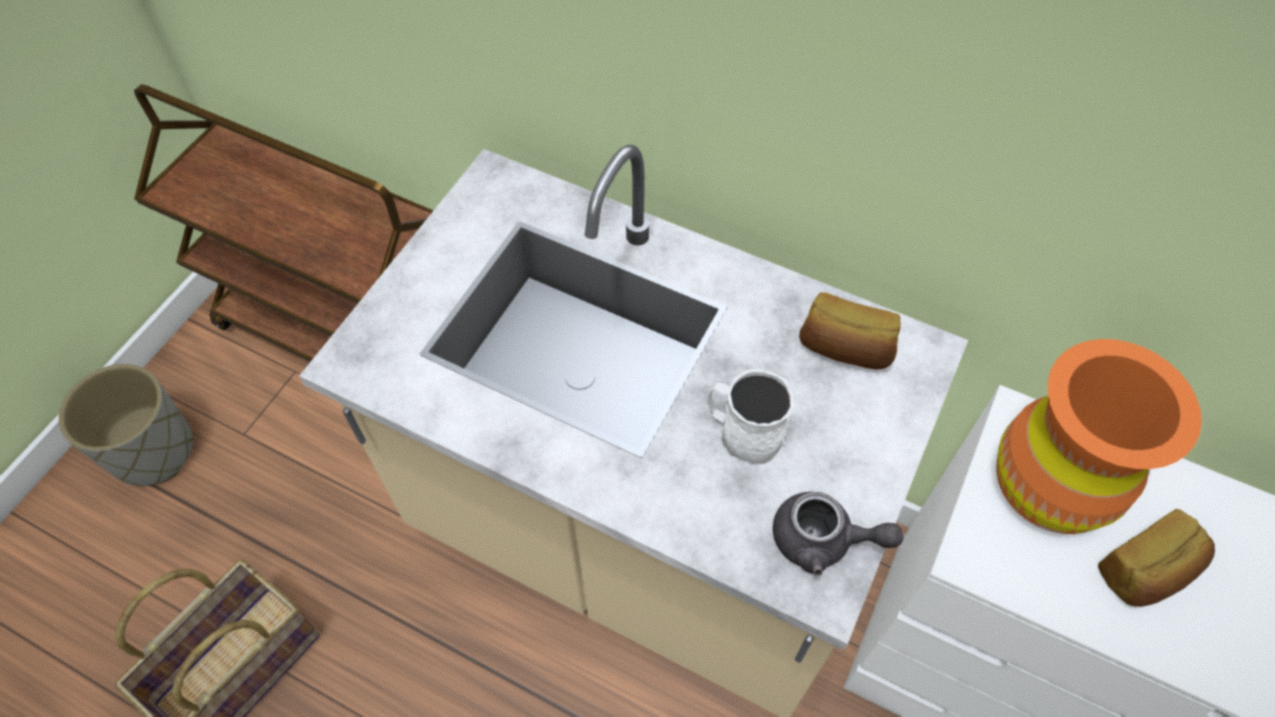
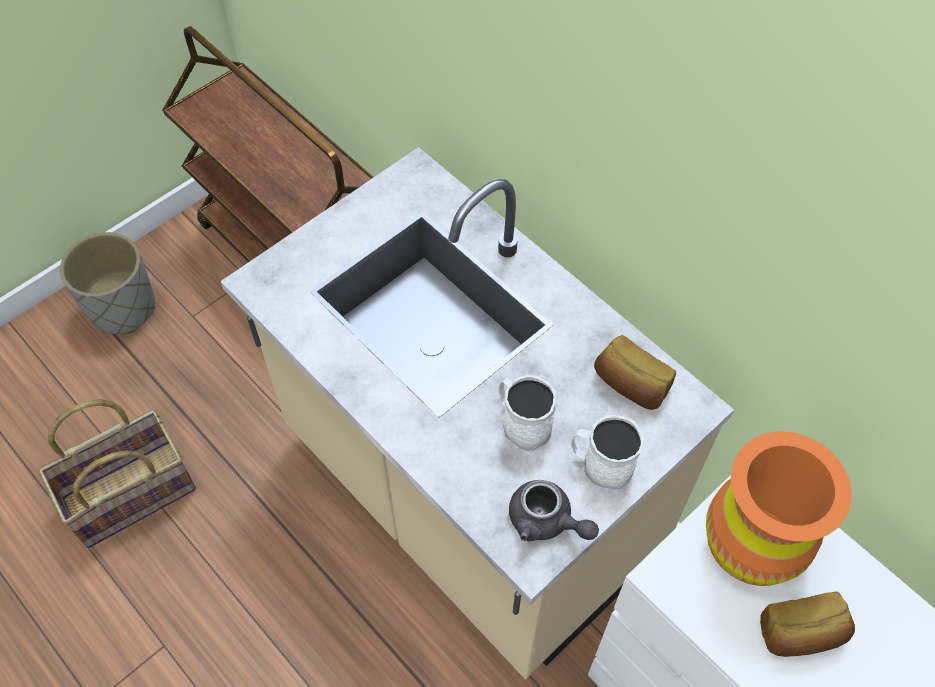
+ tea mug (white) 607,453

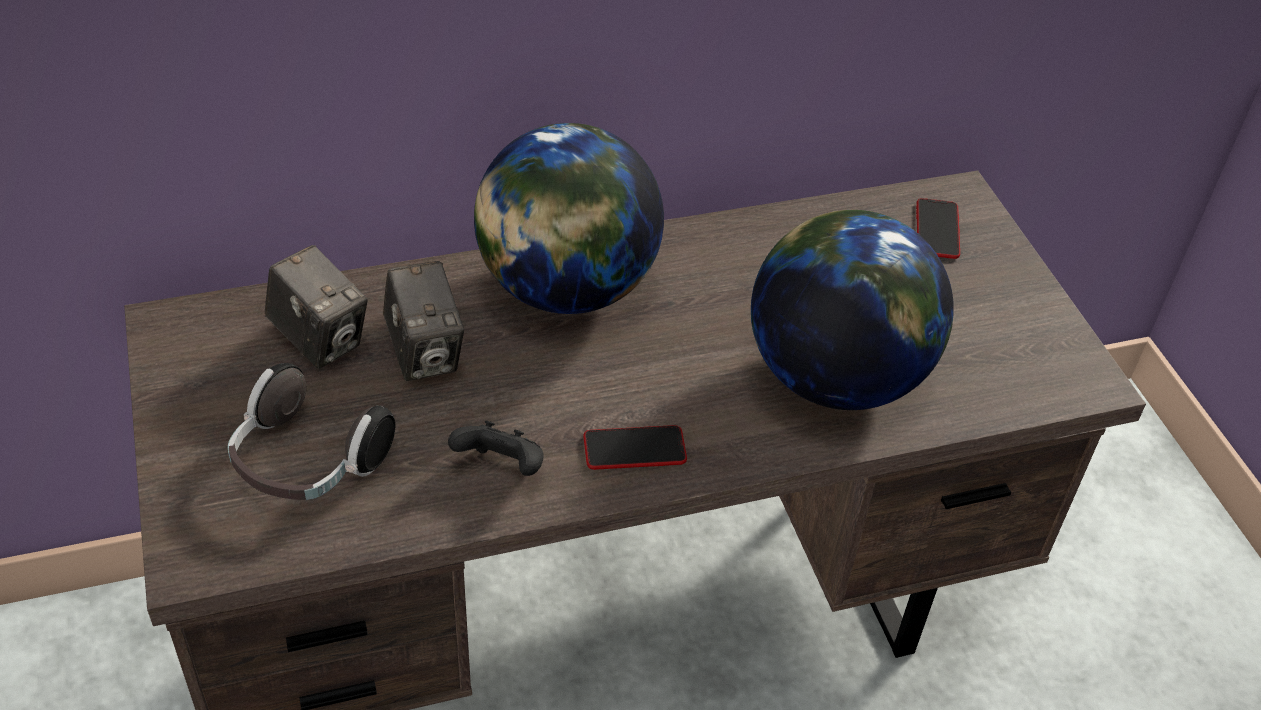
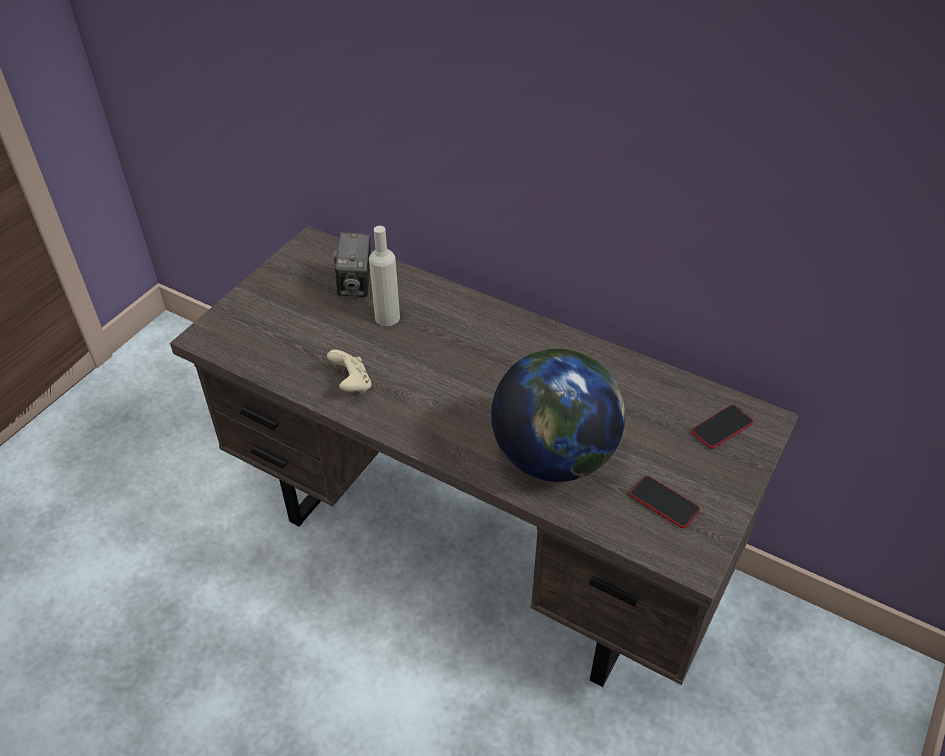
- headset 311,431
- desk globe 569,218
~ handset 635,447 to 665,502
~ photo camera 423,321 to bottle (beige) 384,276
~ gamepad (black) 496,448 to gamepad (beige) 349,371

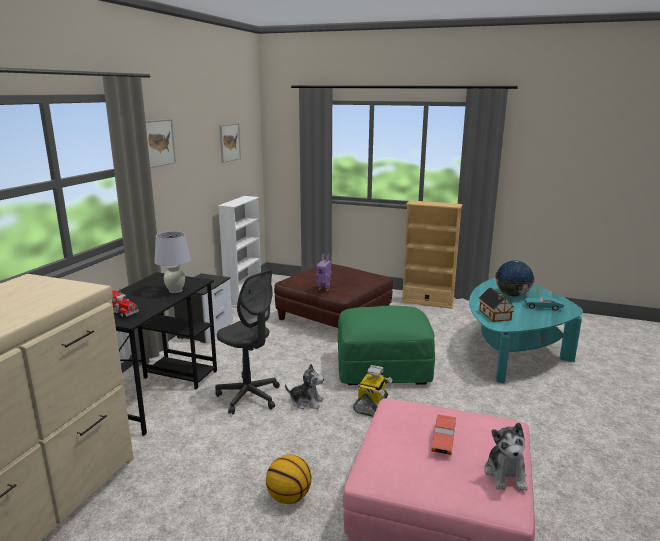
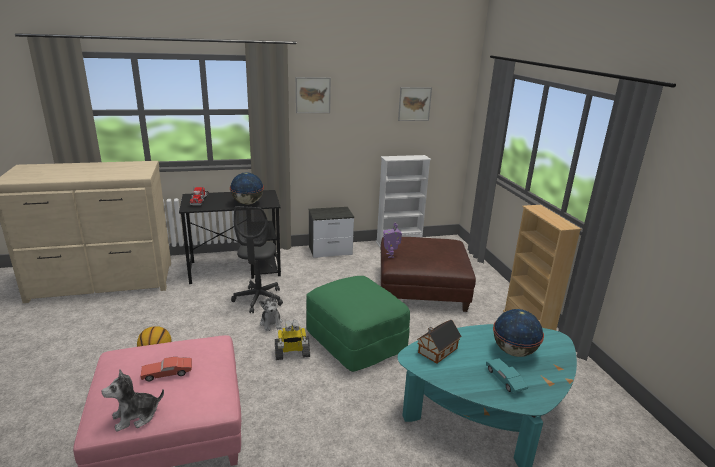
~ tabletop lamp (white) 172,262 to desk globe 247,188

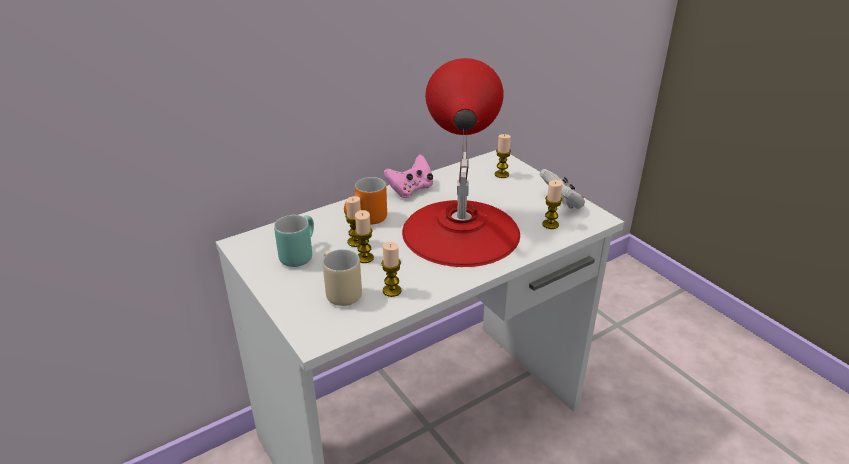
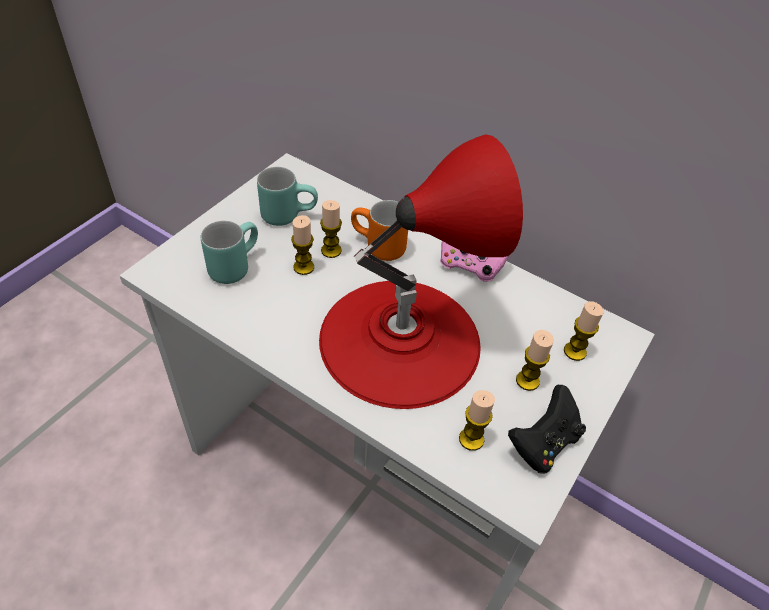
~ wax light 391,269 to 535,360
~ tea mug (beige) 342,277 to tea mug (turquoise) 229,252
~ gamepad (white) 562,189 to gamepad (black) 547,429

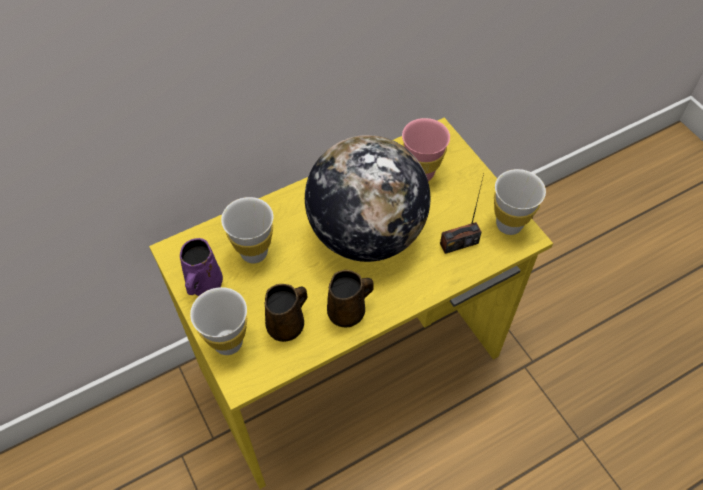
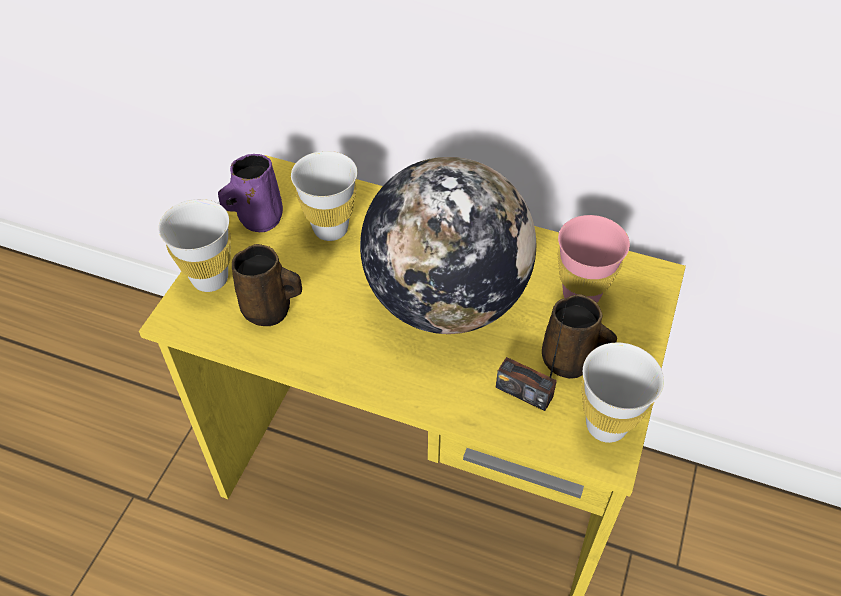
~ tea mug (brownish) 350,298 to 579,336

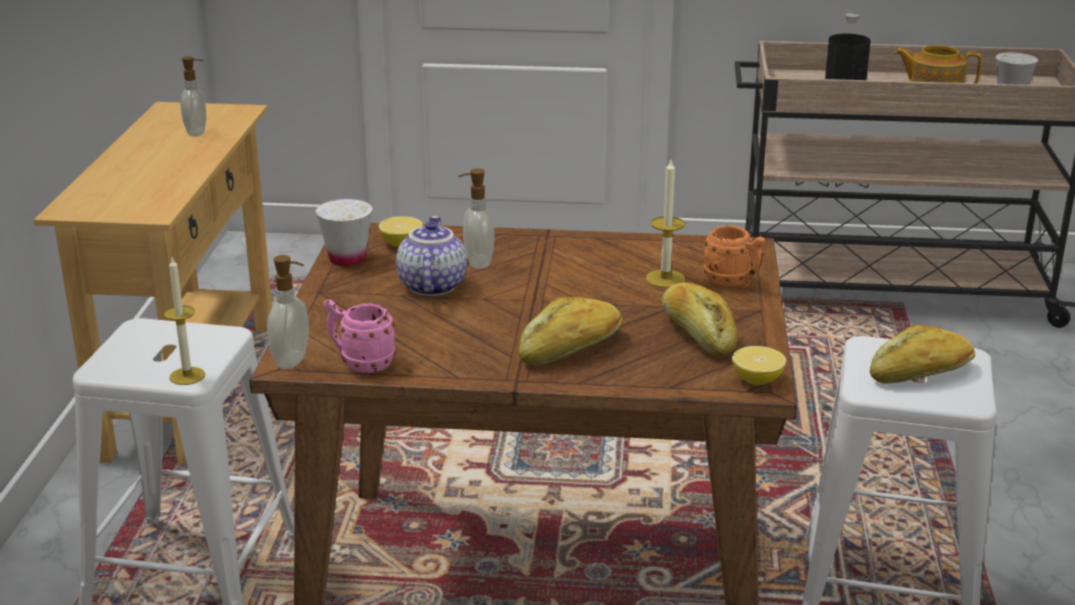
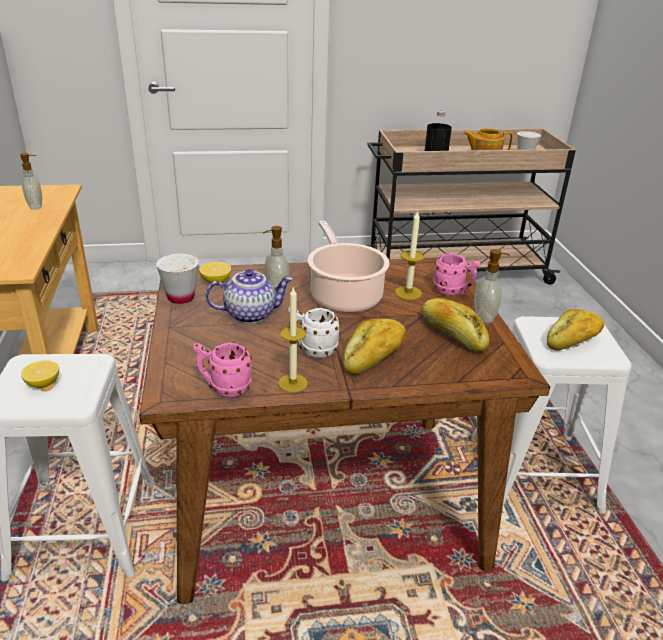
+ tea mug (white) 314,332
+ cooking pot 349,267
~ wax light 184,321 to 293,340
~ liquid soap bottle 288,312 to 492,286
~ lemon 759,365 to 40,374
~ tea mug (orange) 734,256 to tea mug (pink-coloured) 456,274
~ pot for tea 431,256 = 249,296 90 degrees clockwise

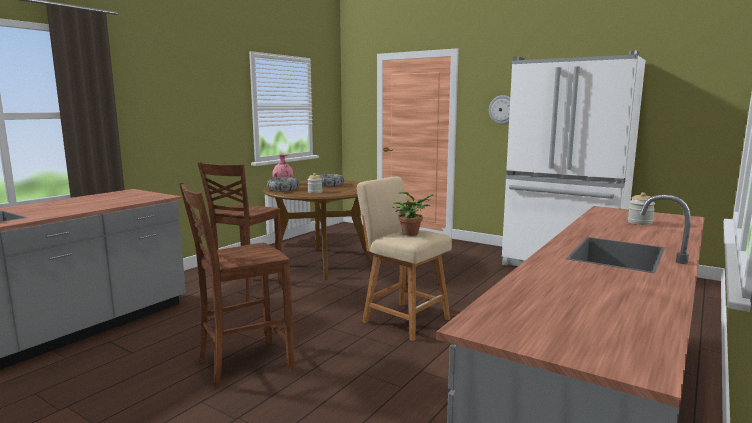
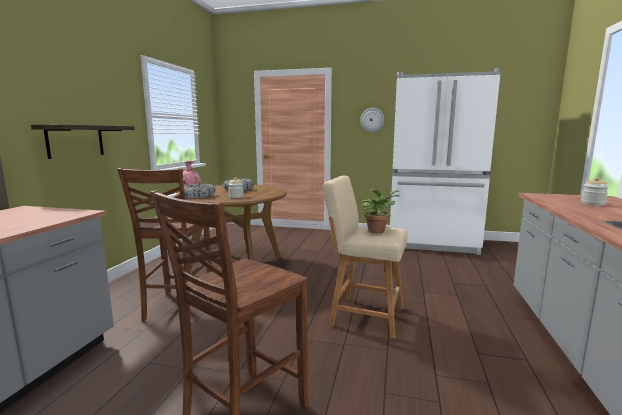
+ shelf 83,142

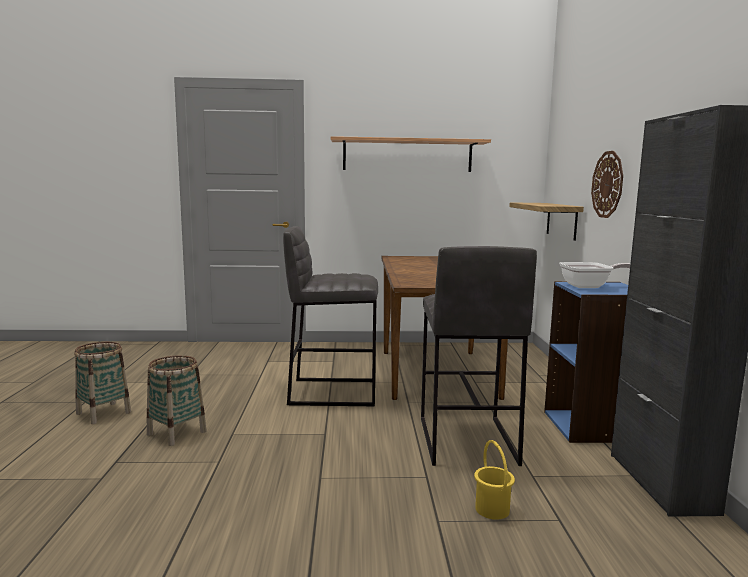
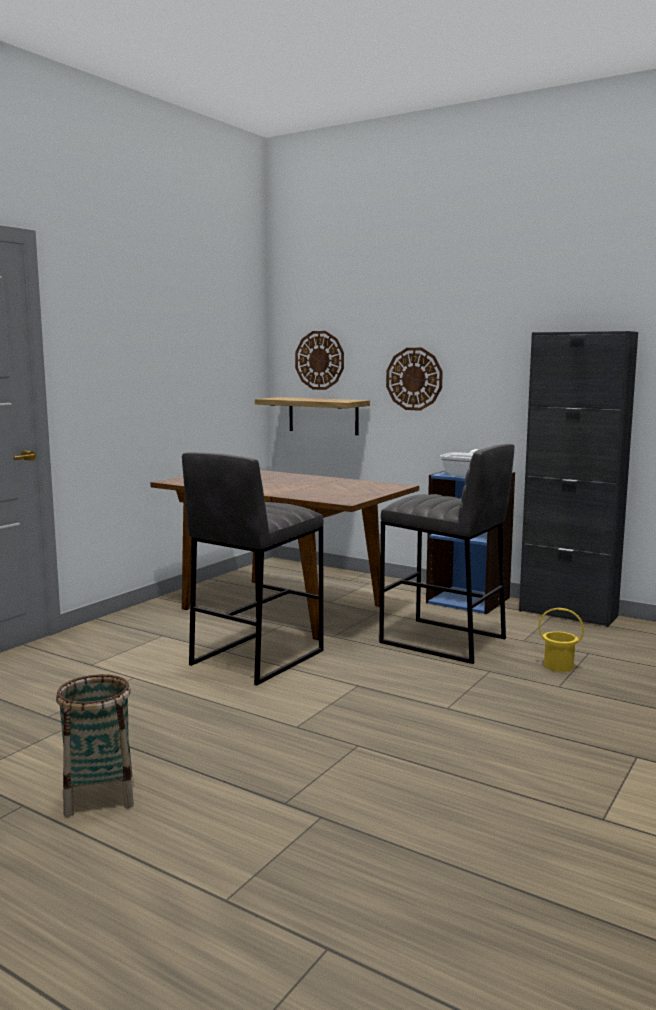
- household basket 177,400
- shelf 411,154
+ hanging clock 319,360

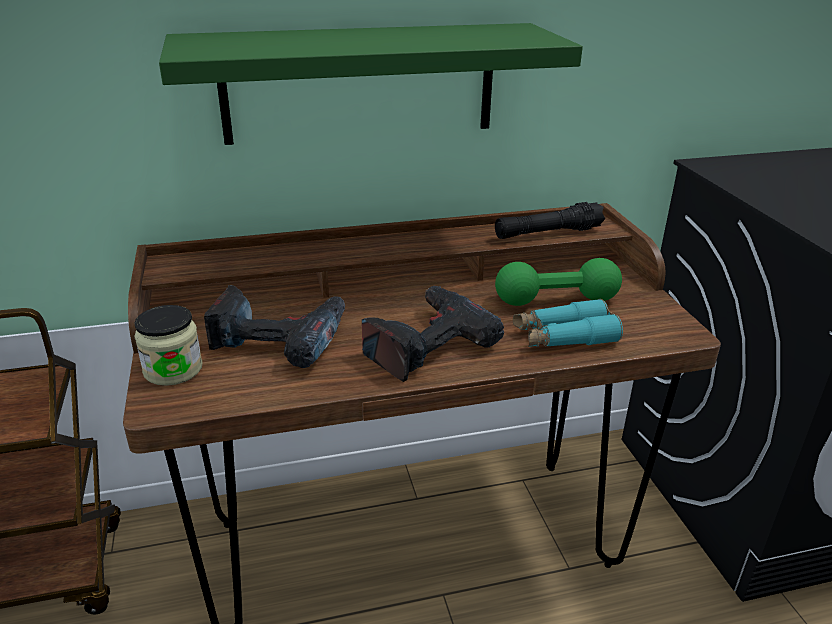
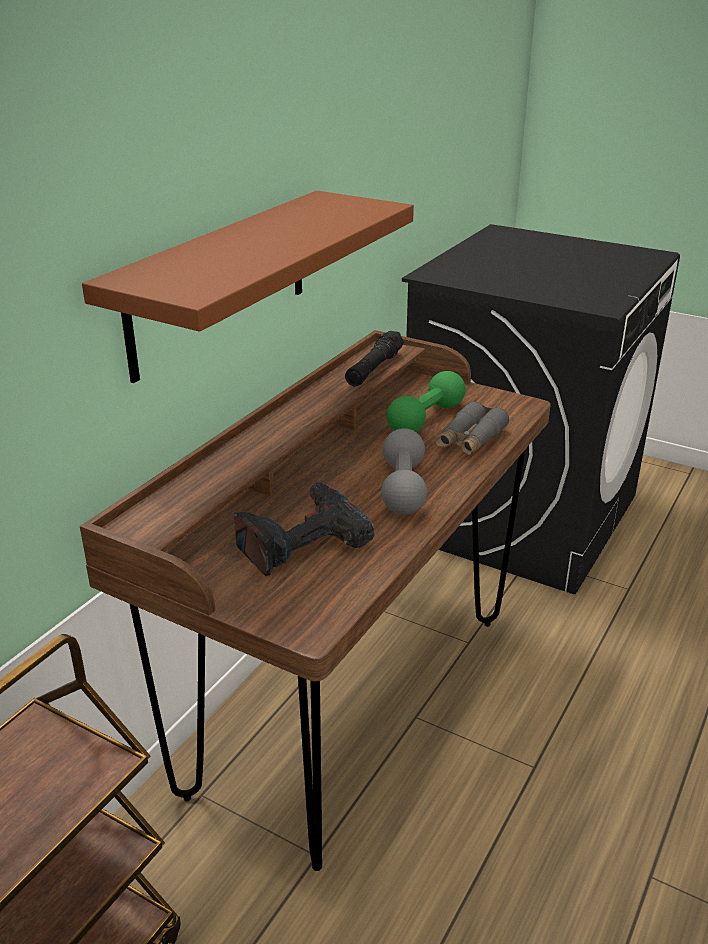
- jar 168,345
~ drill 433,334 to hand weight (grey) 404,471
~ shelf (green-coloured) 371,84 to shelf (brownish) 248,287
~ binoculars (turquoise) 568,323 to binoculars (grey) 472,428

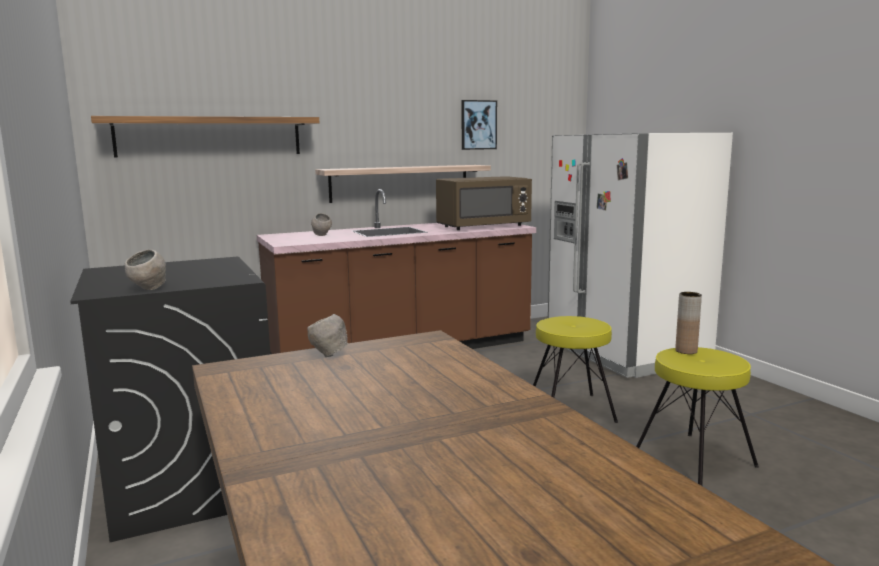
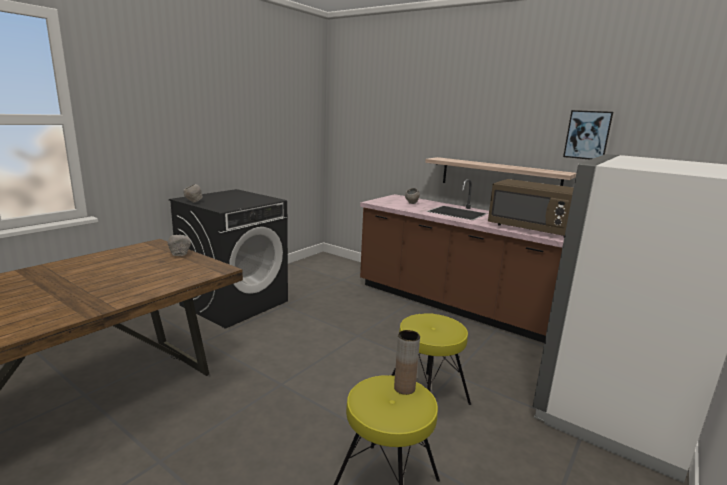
- shelf 205,136

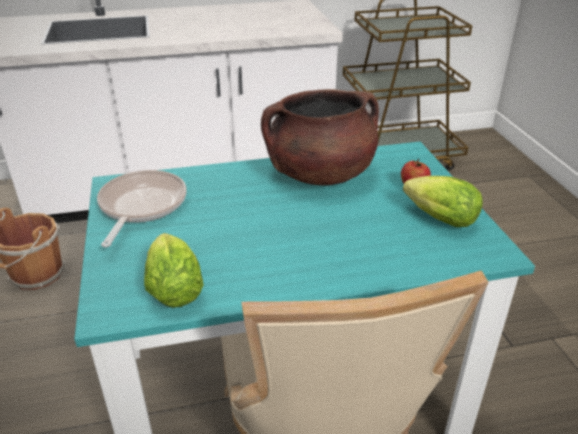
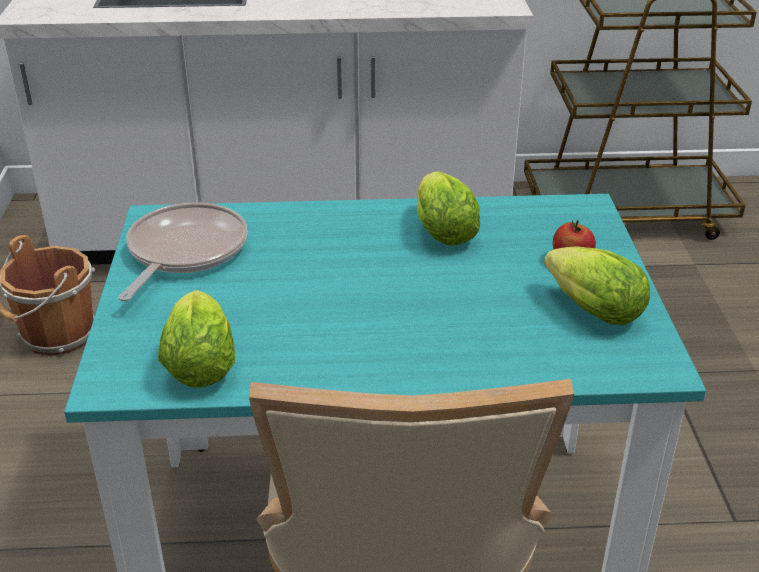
~ cooking pot (brownish) 320,137 to lettuce head 448,208

